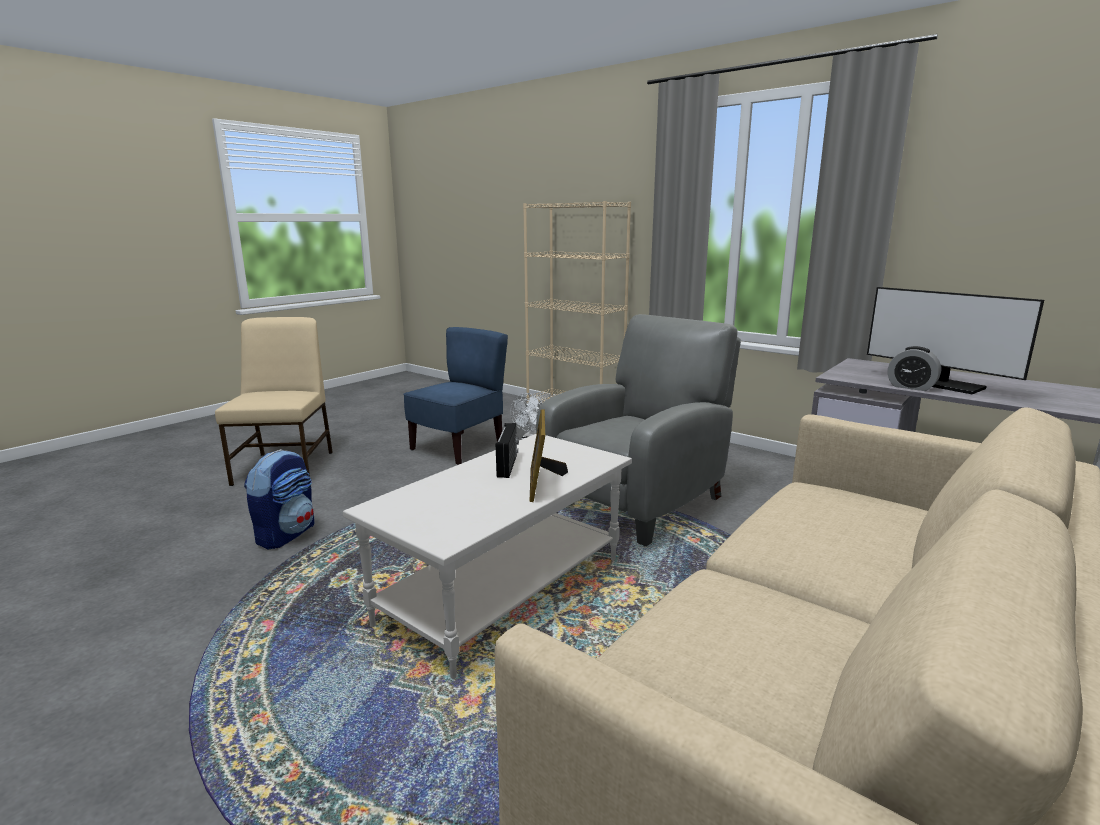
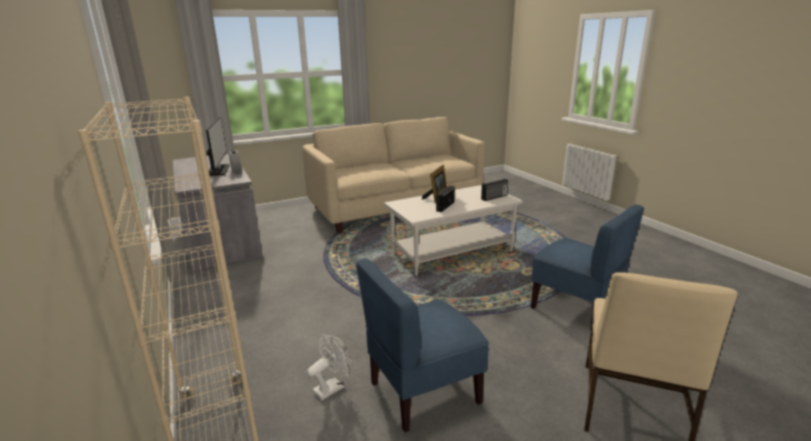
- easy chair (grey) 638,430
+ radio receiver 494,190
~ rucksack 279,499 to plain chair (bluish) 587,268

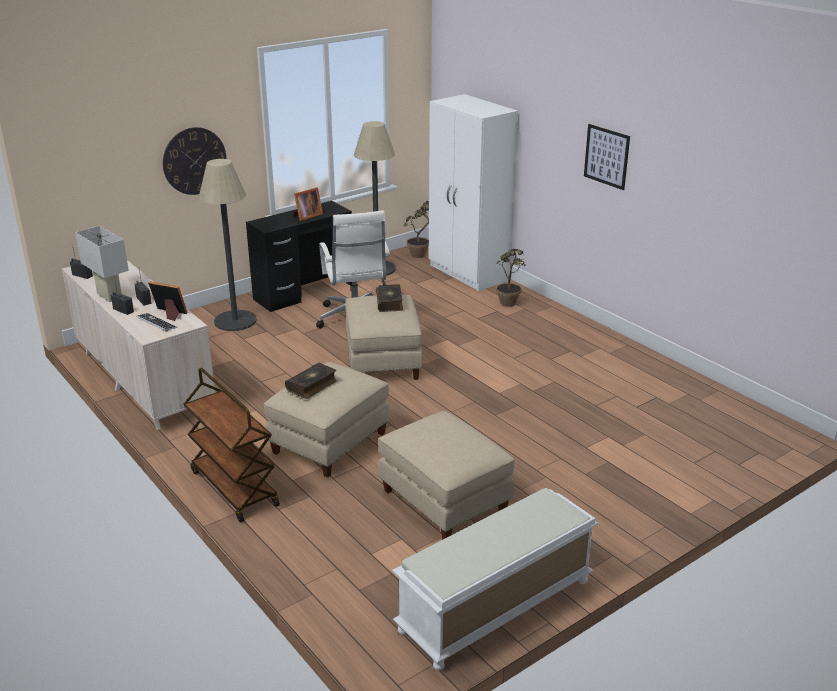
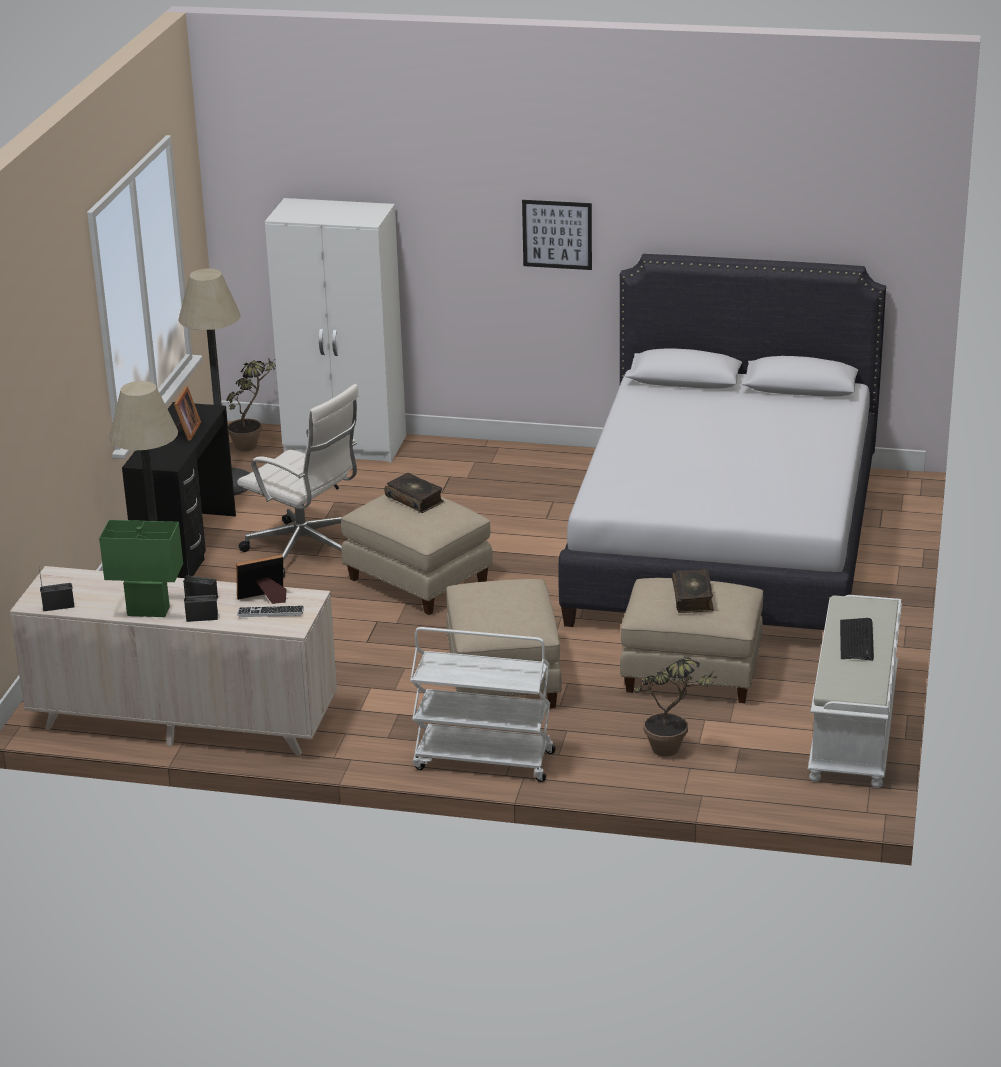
- hanging clock 194,161
+ bedroom bed (white) 722,442
+ keyboard 857,639
~ volume 311,381 to 693,591
~ houseplant 511,278 to 676,707
~ tabletop lamp (white) 102,264 to tabletop lamp (green-coloured) 141,568
~ trolley (brownish) 232,445 to trolley (white) 483,704

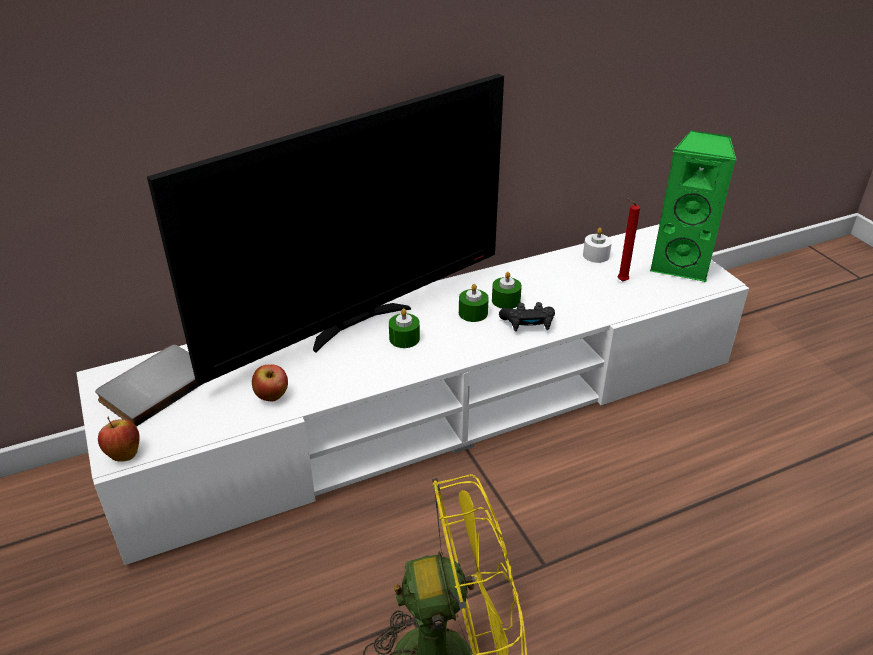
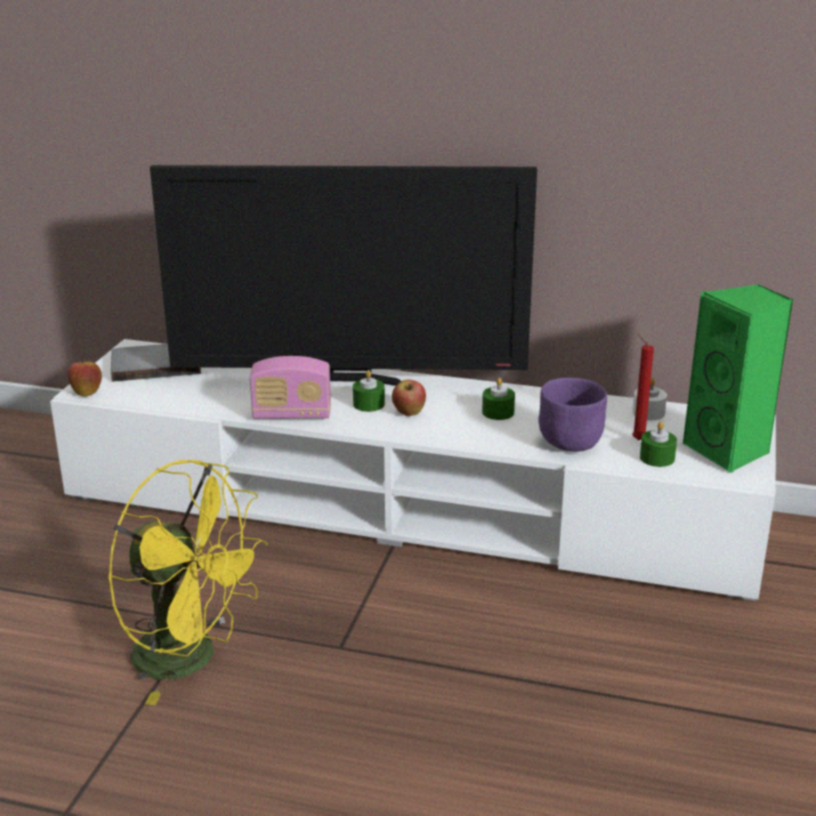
- gamepad (black) 527,316
+ radio receiver 290,387
+ serving bowl (purplish) 573,415
~ apple 270,382 to 409,397
~ wax light (green-coloured) 474,303 to 658,444

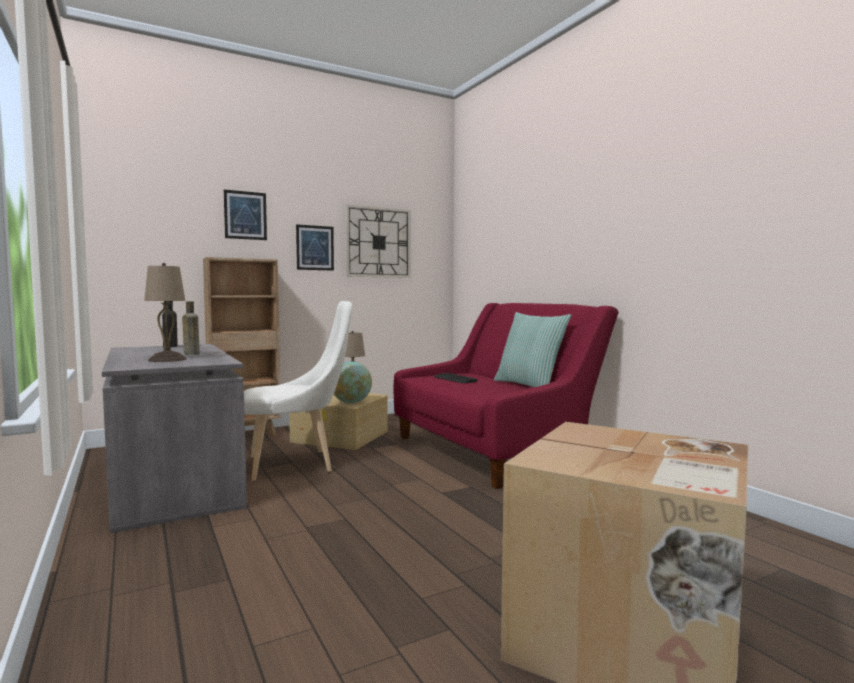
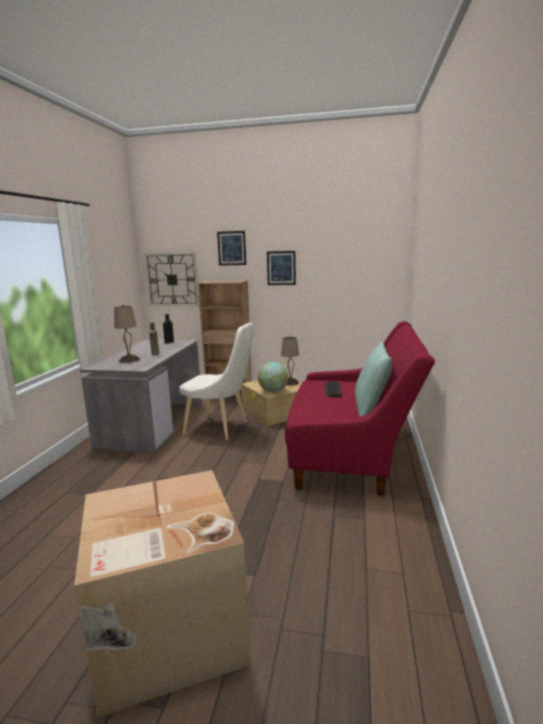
~ hanging clock 378,241 to 172,279

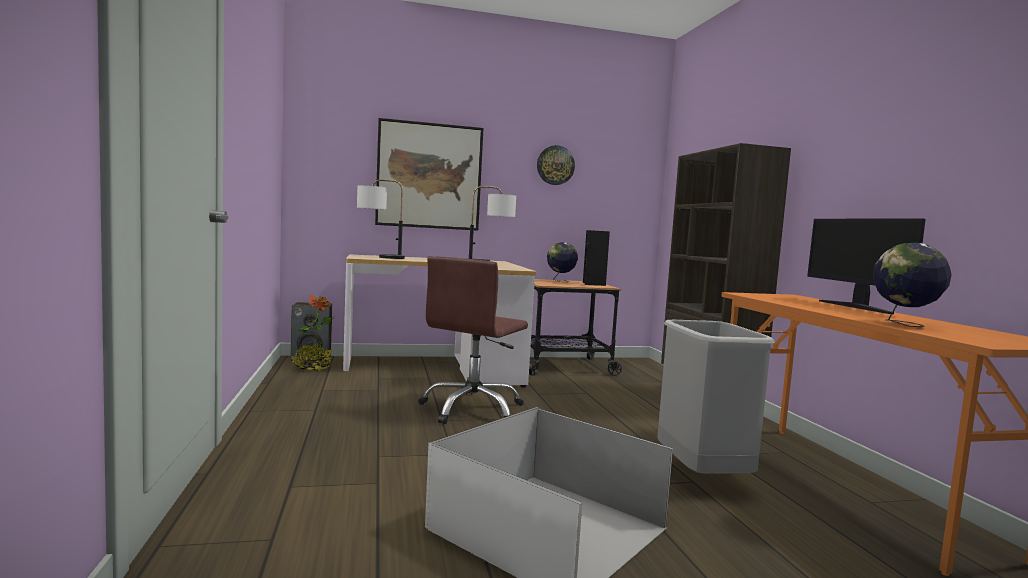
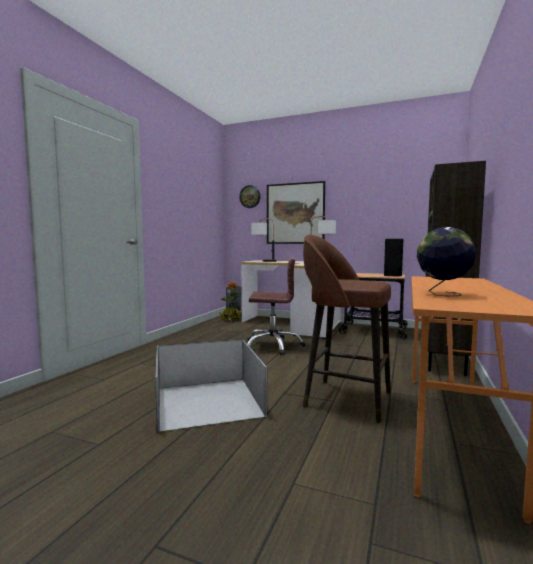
- desk globe 562,262
- computer display 866,266
~ hanging clock 556,165 to 250,196
~ rubbish bin (grey) 716,397 to sitting stool (brownish) 347,329
~ office chair (brownish) 473,340 = 276,306 150 degrees counterclockwise

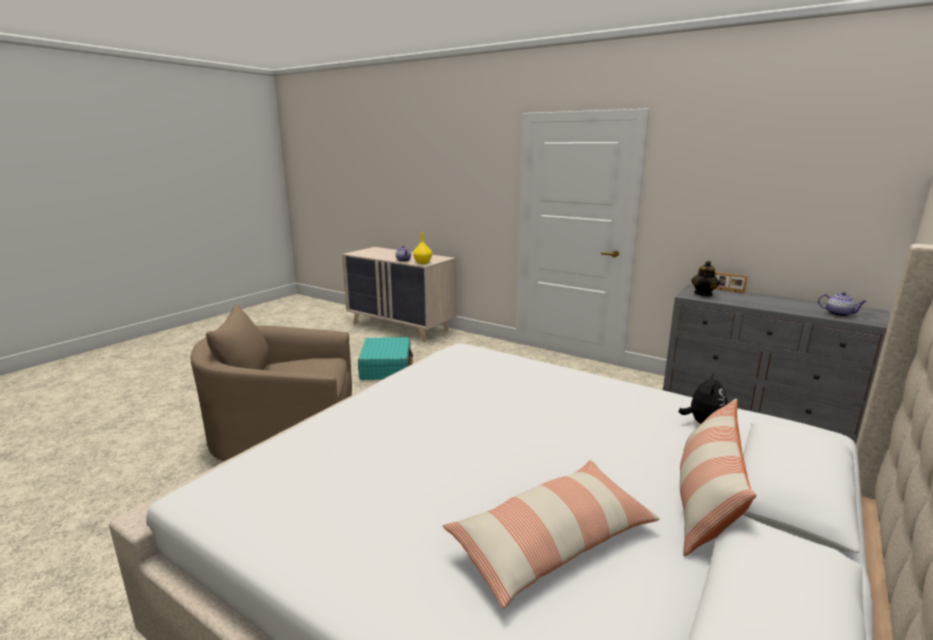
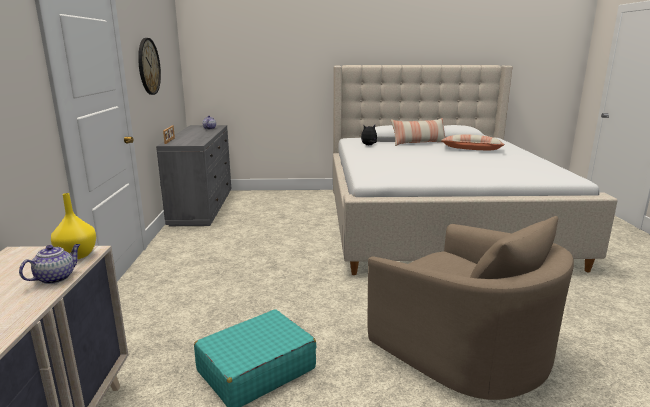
- pot for tea 705,278
+ hanging clock 149,66

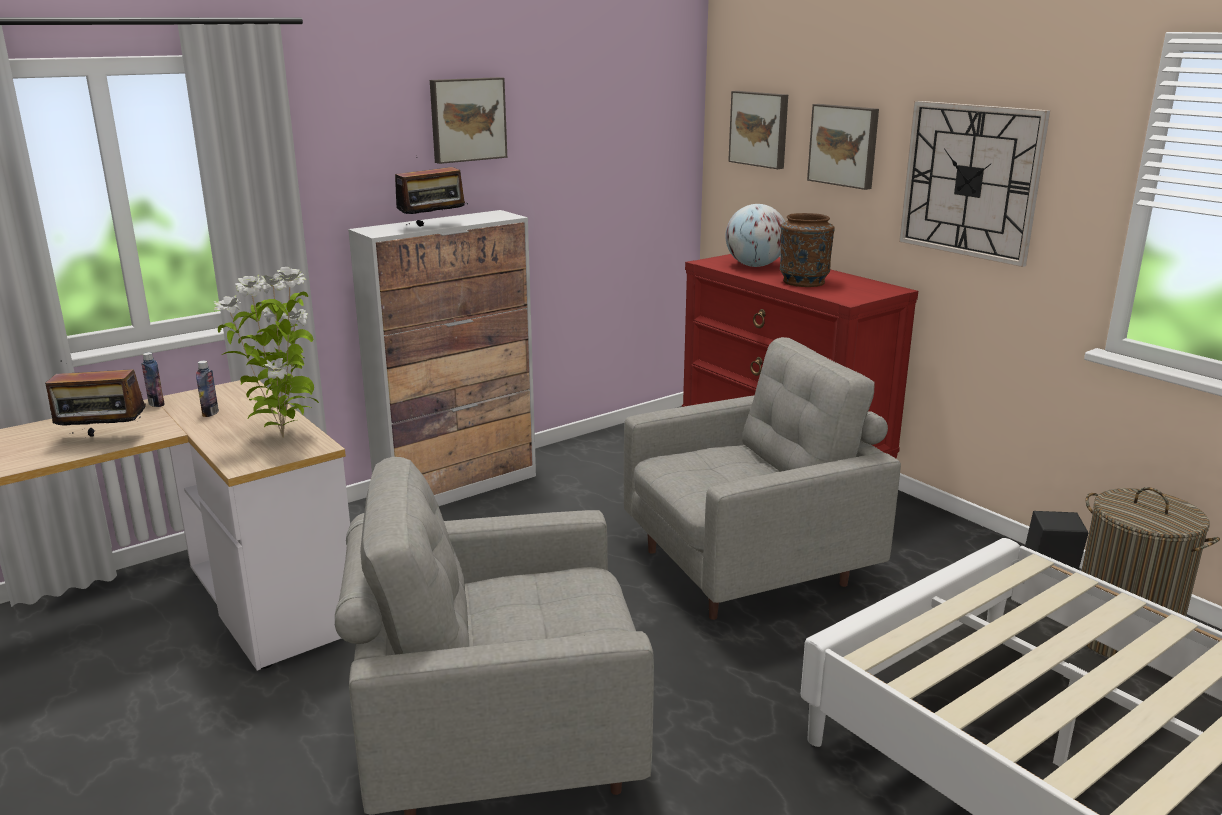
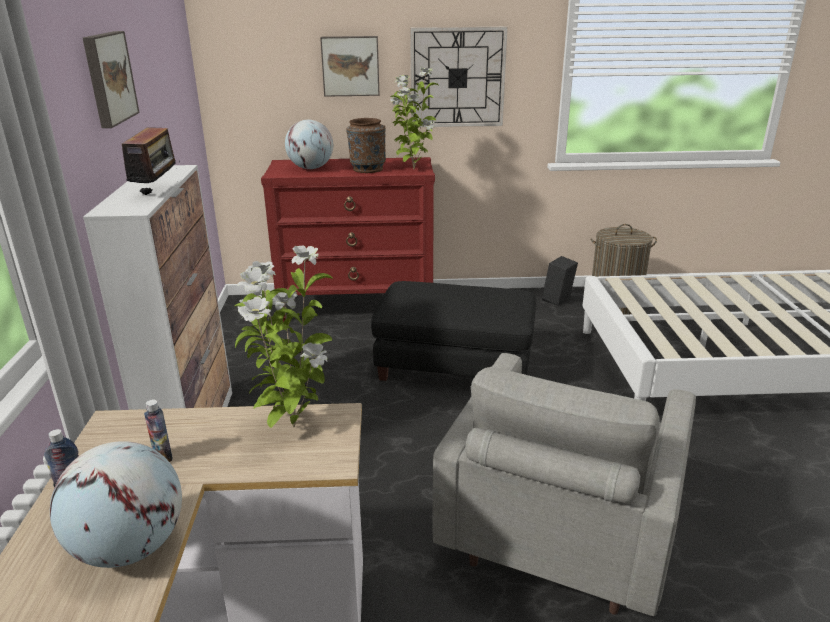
- wall art 758,130
+ houseplant 414,118
~ radio receiver 95,398 to desk globe 116,504
~ easy chair (grey) 762,478 to pouffe (black) 453,331

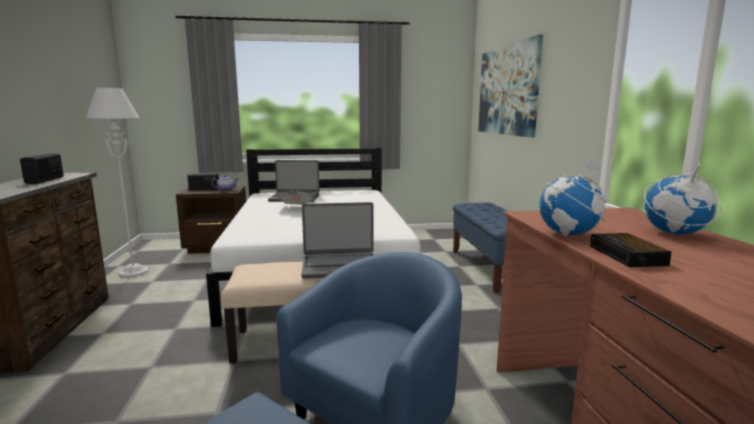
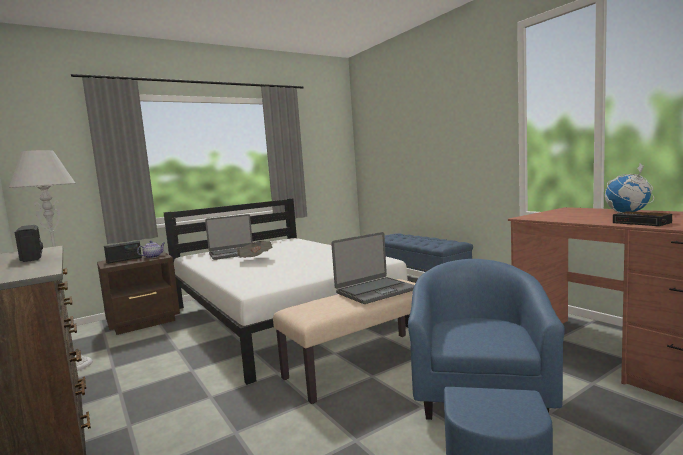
- wall art 510,86
- desk globe 573,196

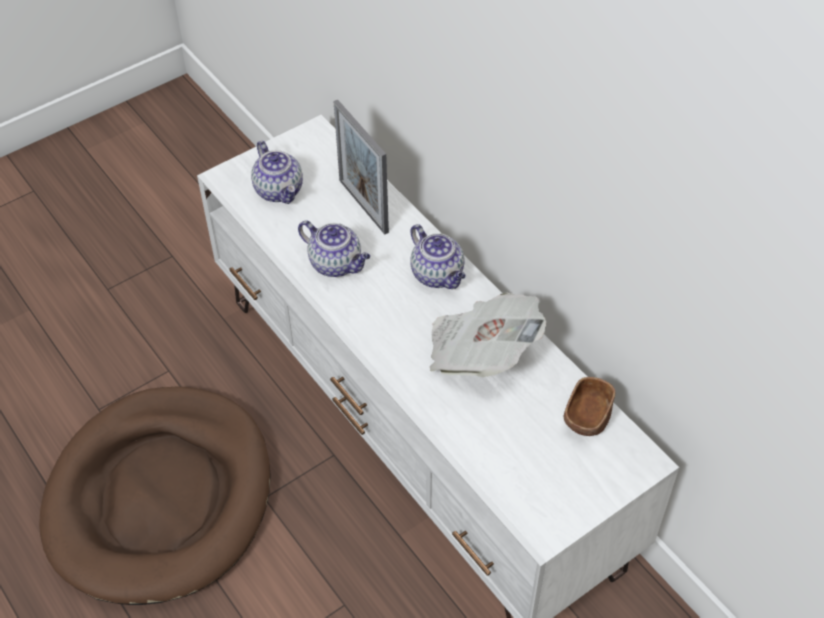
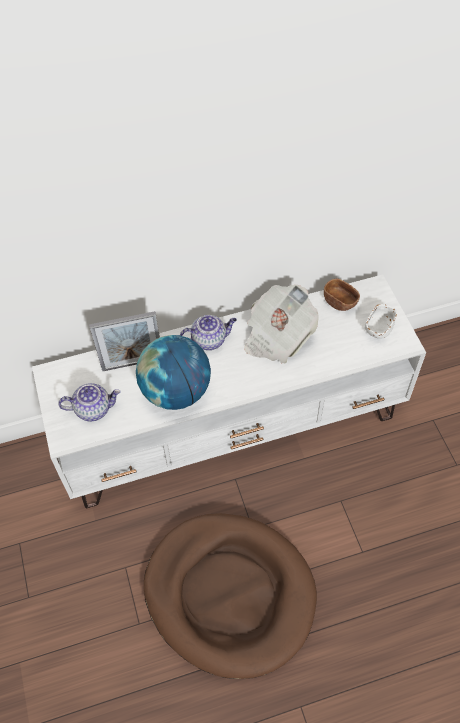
+ serving bowl (white) 381,321
~ pot for tea 334,248 to desk globe 173,372

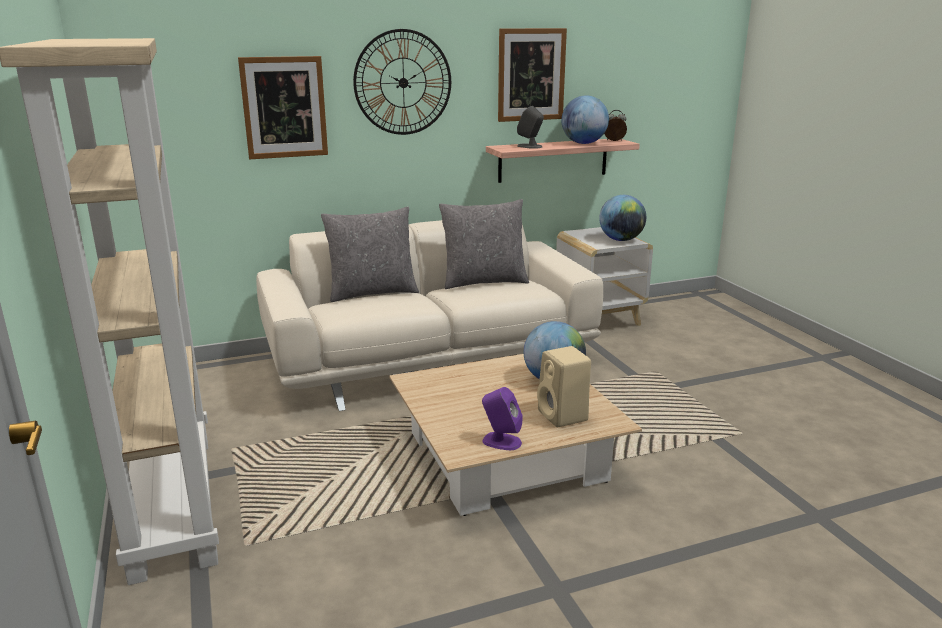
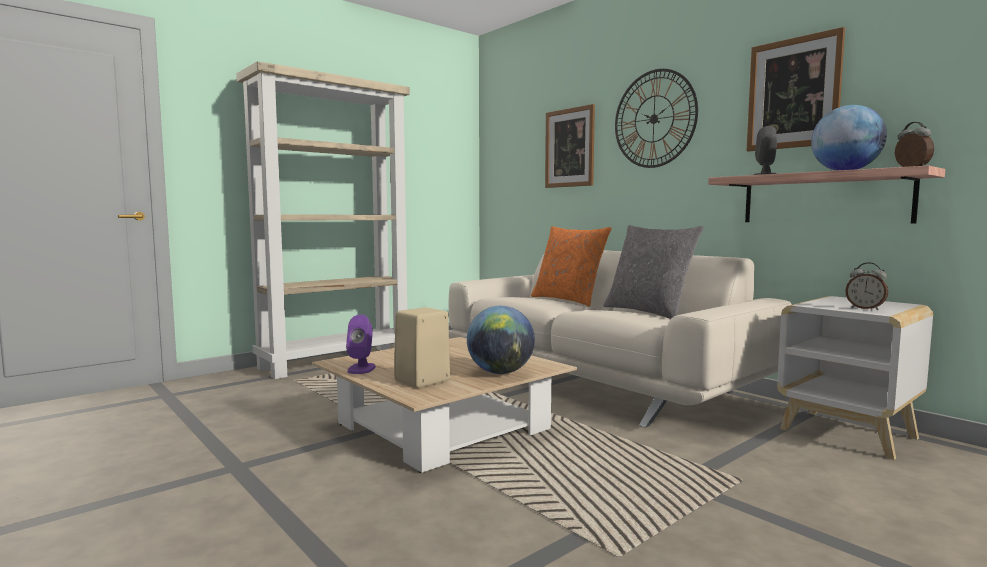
~ desk globe 622,218 to table clock 866,286
~ cushion (grey) 370,254 to cushion (orange) 571,266

